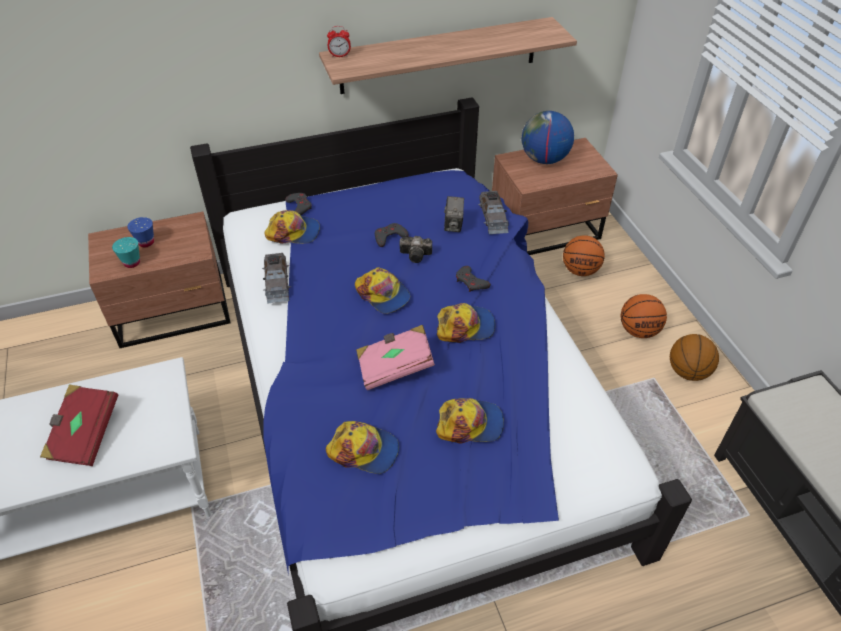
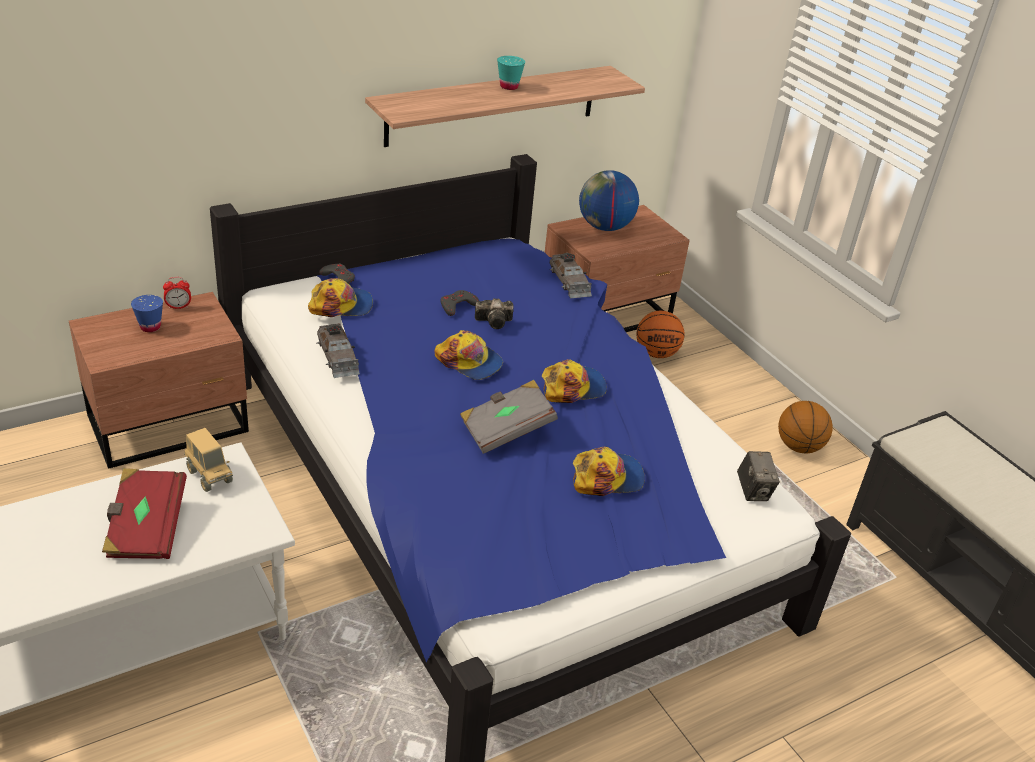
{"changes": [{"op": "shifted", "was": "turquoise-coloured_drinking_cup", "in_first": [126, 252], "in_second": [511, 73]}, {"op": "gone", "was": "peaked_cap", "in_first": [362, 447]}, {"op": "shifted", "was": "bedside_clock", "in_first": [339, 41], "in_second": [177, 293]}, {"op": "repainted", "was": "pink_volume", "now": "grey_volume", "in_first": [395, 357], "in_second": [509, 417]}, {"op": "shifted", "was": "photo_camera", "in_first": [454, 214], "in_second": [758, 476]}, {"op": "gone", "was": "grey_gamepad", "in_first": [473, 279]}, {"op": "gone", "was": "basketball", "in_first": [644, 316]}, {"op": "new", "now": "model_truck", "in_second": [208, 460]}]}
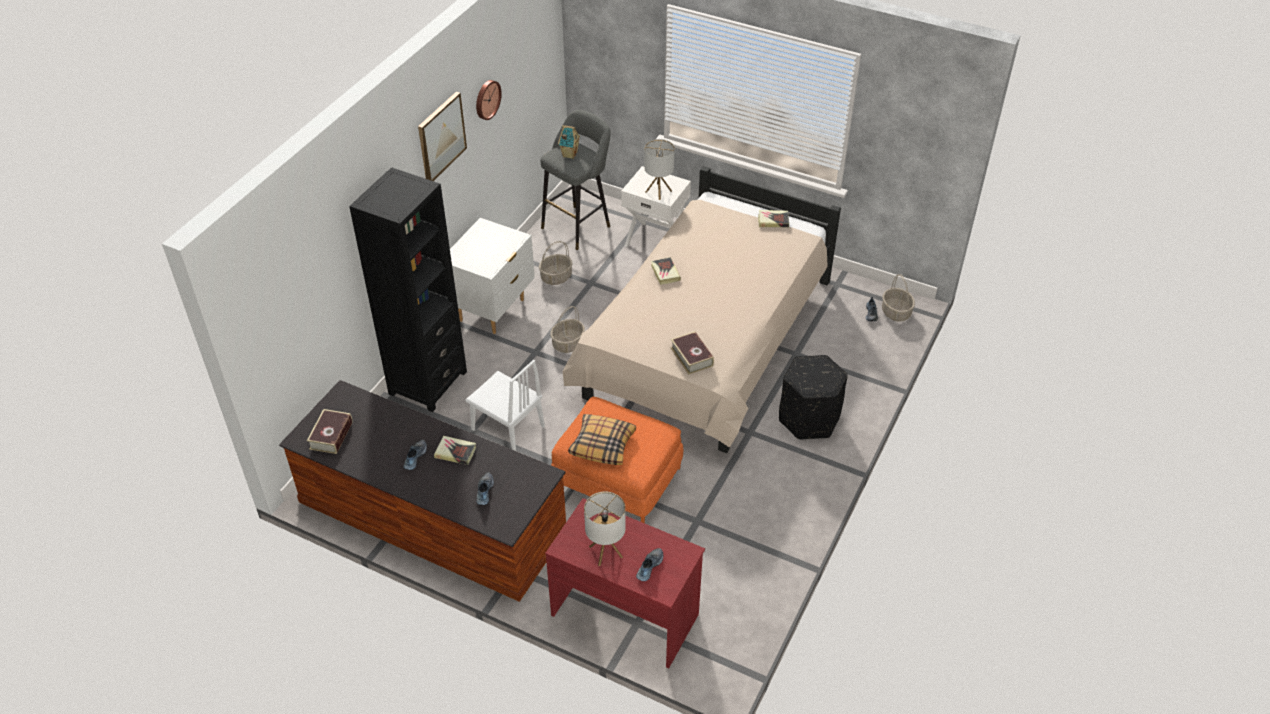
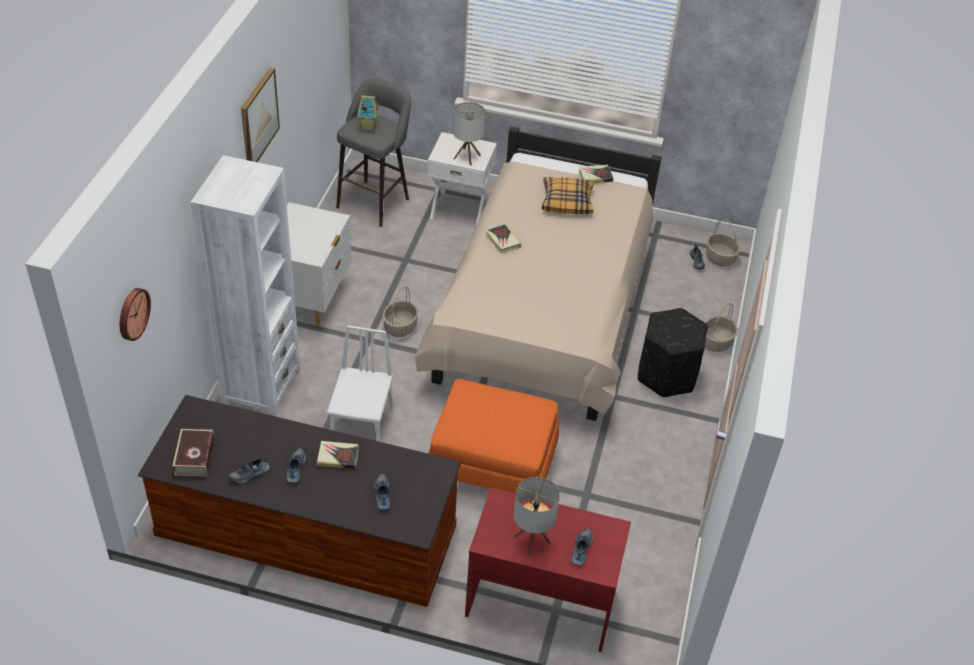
{"changes": [{"op": "repainted", "was": "black-coloured_shelving_unit", "now": "whitish_shelving_unit", "in_first": [408, 289], "in_second": [245, 286]}, {"op": "rotated", "was": "whitish_upright_chair", "in_first": [505, 405], "in_second": [359, 383], "clockwise": -105}, {"op": "shifted", "was": "hanging_clock", "in_first": [489, 100], "in_second": [135, 314]}, {"op": "shifted", "was": "storage_basket", "in_first": [556, 263], "in_second": [721, 327]}, {"op": "shifted", "was": "cushion", "in_first": [602, 439], "in_second": [568, 195]}, {"op": "gone", "was": "volume", "in_first": [692, 352]}, {"op": "new", "now": "shoe", "in_second": [249, 471]}]}
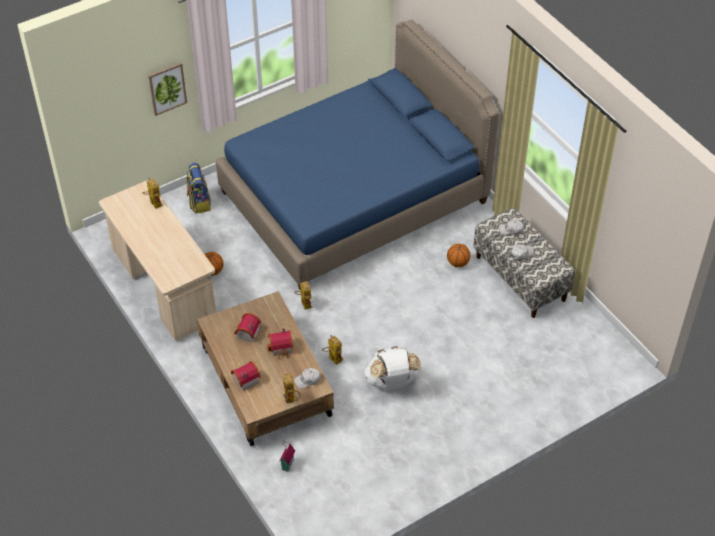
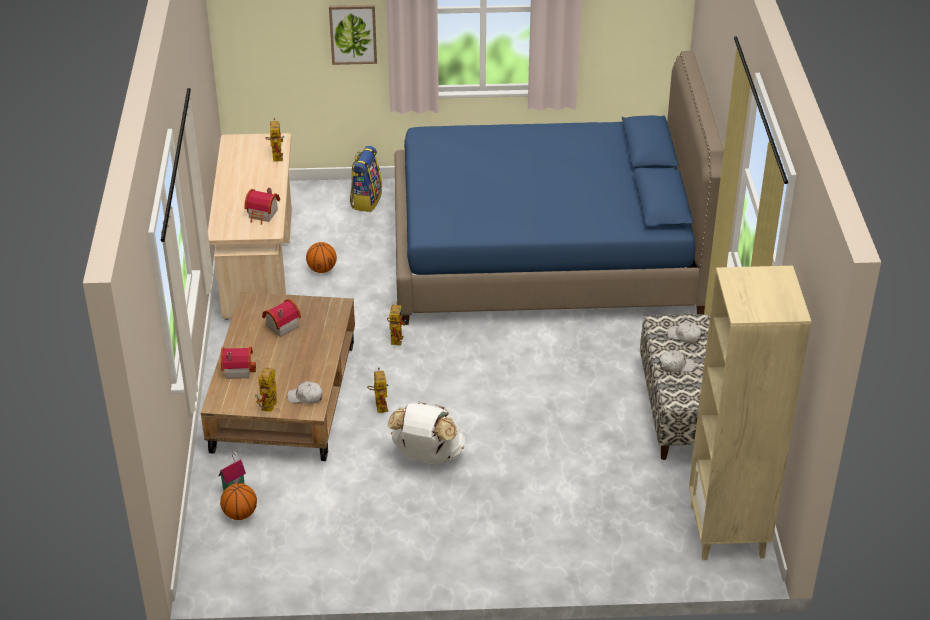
{"changes": [{"op": "shifted", "was": "model_house", "in_first": [280, 343], "in_second": [262, 206]}, {"op": "shifted", "was": "basketball", "in_first": [459, 255], "in_second": [238, 501]}, {"op": "new", "now": "sand-coloured_shelving_unit", "in_second": [750, 413]}]}
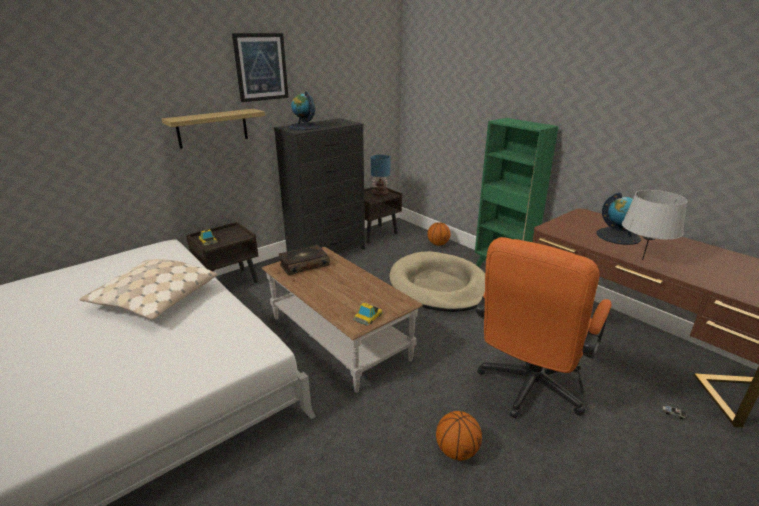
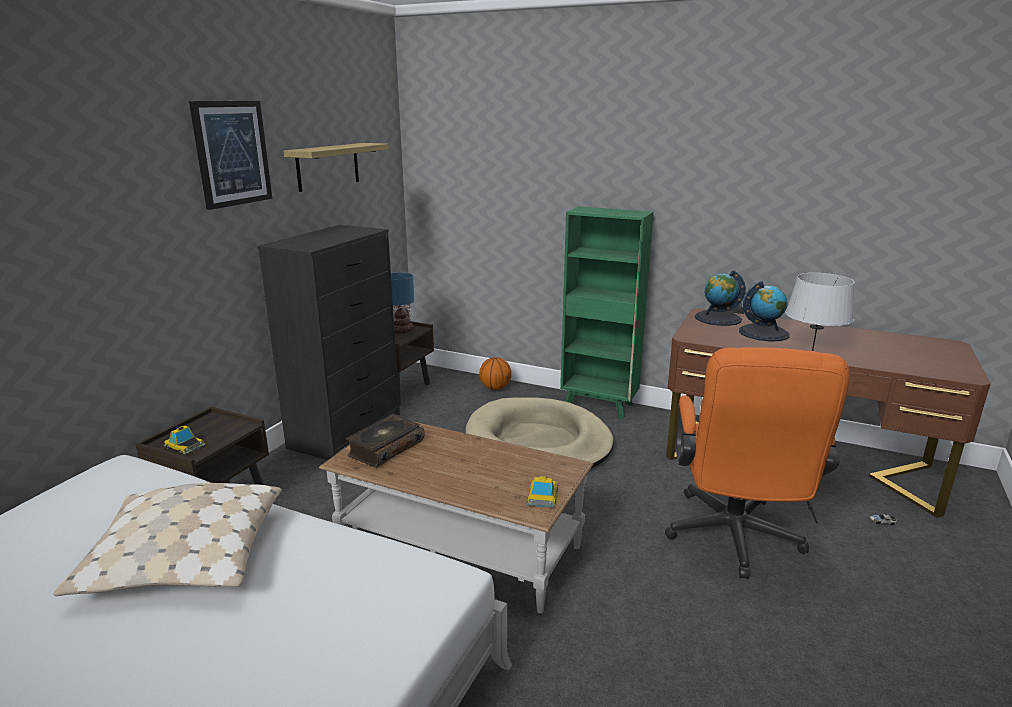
{"changes": [{"op": "shifted", "was": "bracket_shelf", "in_first": [213, 129], "in_second": [336, 167]}, {"op": "shifted", "was": "world_globe", "in_first": [304, 110], "in_second": [720, 298]}, {"op": "gone", "was": "basketball", "in_first": [459, 435]}]}
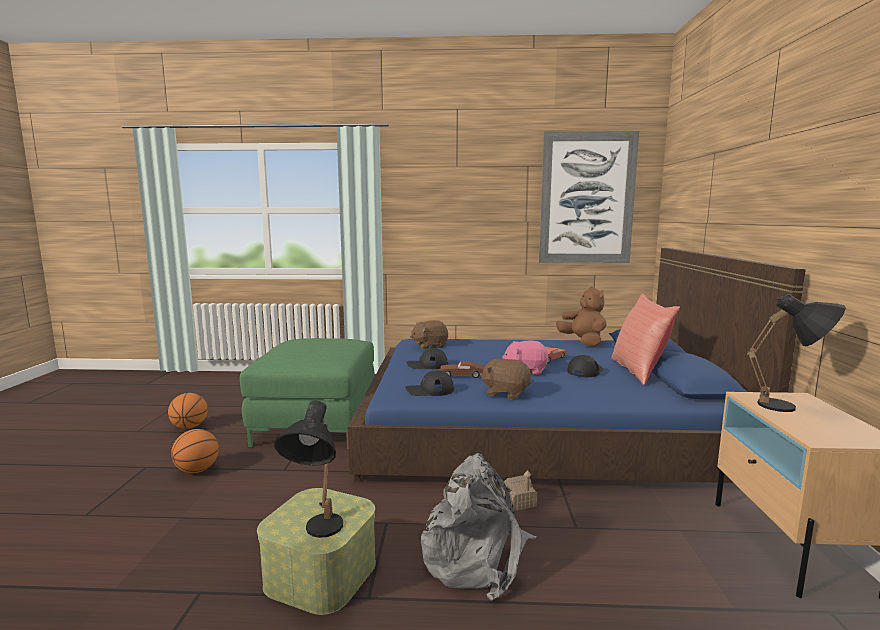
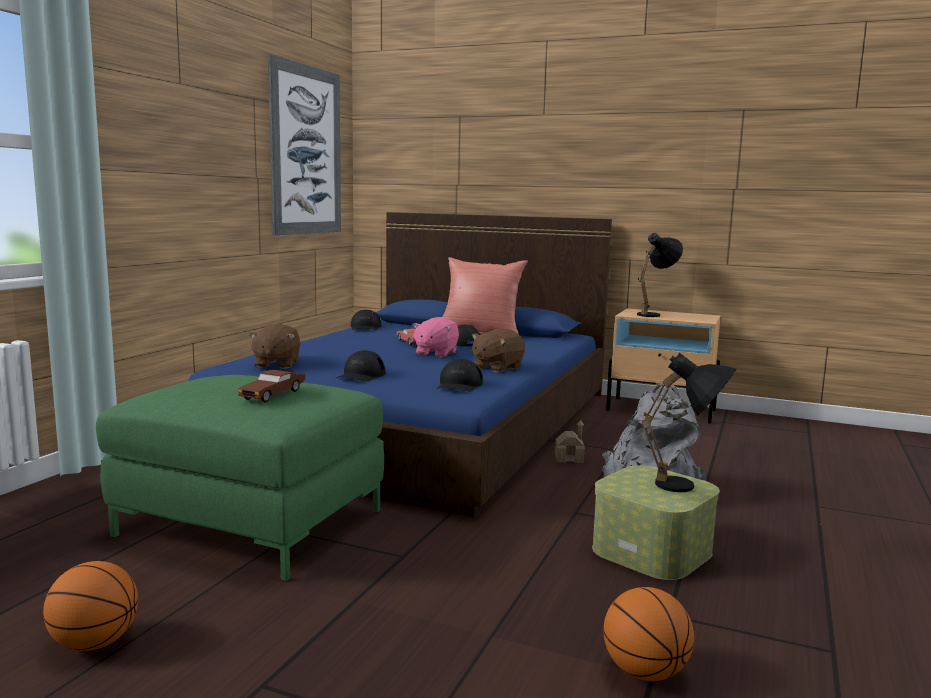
{"changes": [{"op": "shifted", "was": "basketball", "in_first": [195, 451], "in_second": [649, 634]}, {"op": "shifted", "was": "brown-coloured_miniature_car", "in_first": [462, 369], "in_second": [272, 386]}, {"op": "swapped", "was": "brown-coloured_cuddly_toy", "now": "black-coloured_peaked_cap", "in_first": [581, 316], "in_second": [366, 319]}]}
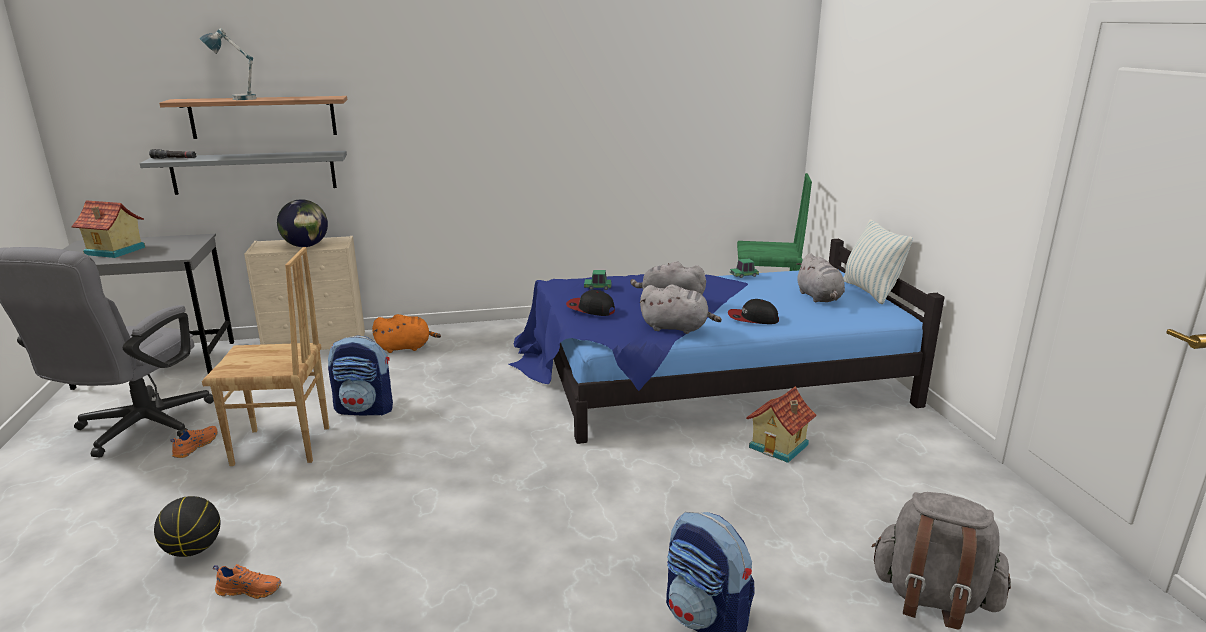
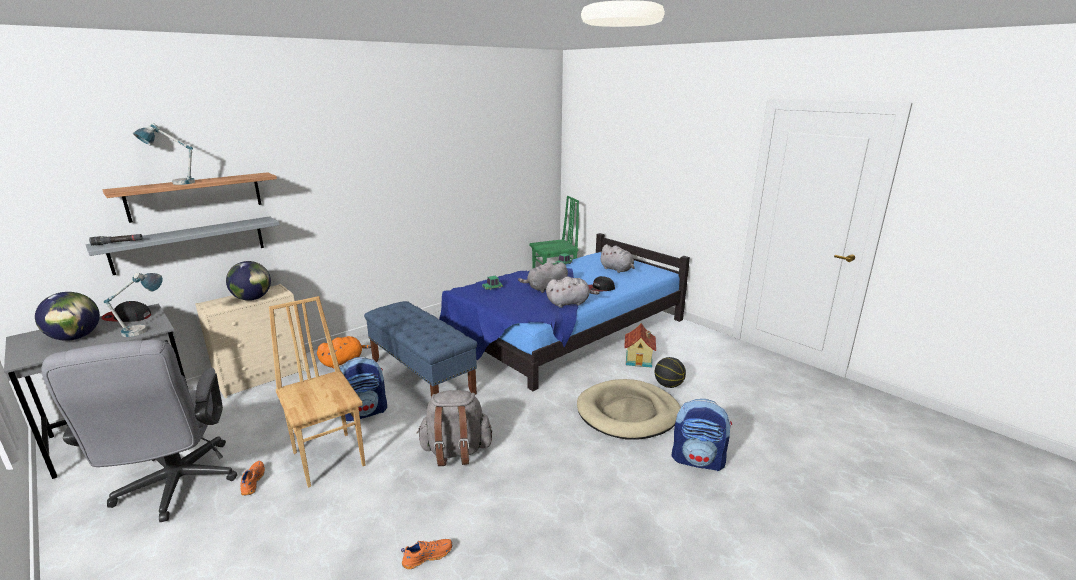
{"changes": [{"op": "swapped", "was": "model_house", "now": "world_globe", "in_first": [108, 229], "in_second": [67, 316]}, {"op": "shifted", "was": "basketball", "in_first": [187, 526], "in_second": [670, 372]}, {"op": "rotated", "was": "brown-coloured_upright_chair", "in_first": [265, 356], "in_second": [317, 392], "clockwise": -90}, {"op": "shifted", "was": "peaked_cap", "in_first": [590, 303], "in_second": [126, 311]}, {"op": "gone", "was": "cushion", "in_first": [878, 261]}, {"op": "shifted", "was": "grey_rucksack", "in_first": [941, 561], "in_second": [454, 428]}, {"op": "new", "now": "lamp_for_a_table", "in_second": [133, 304]}, {"op": "new", "now": "blue_indoor_bench", "in_second": [420, 349]}, {"op": "new", "now": "sand-coloured_dog_cushion", "in_second": [629, 409]}]}
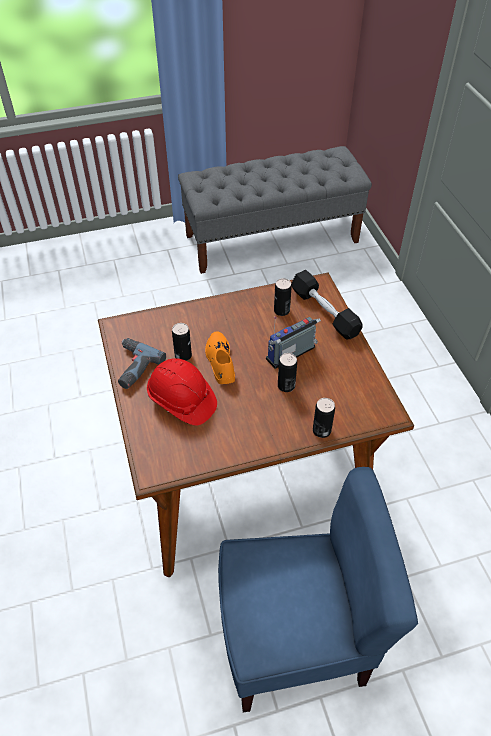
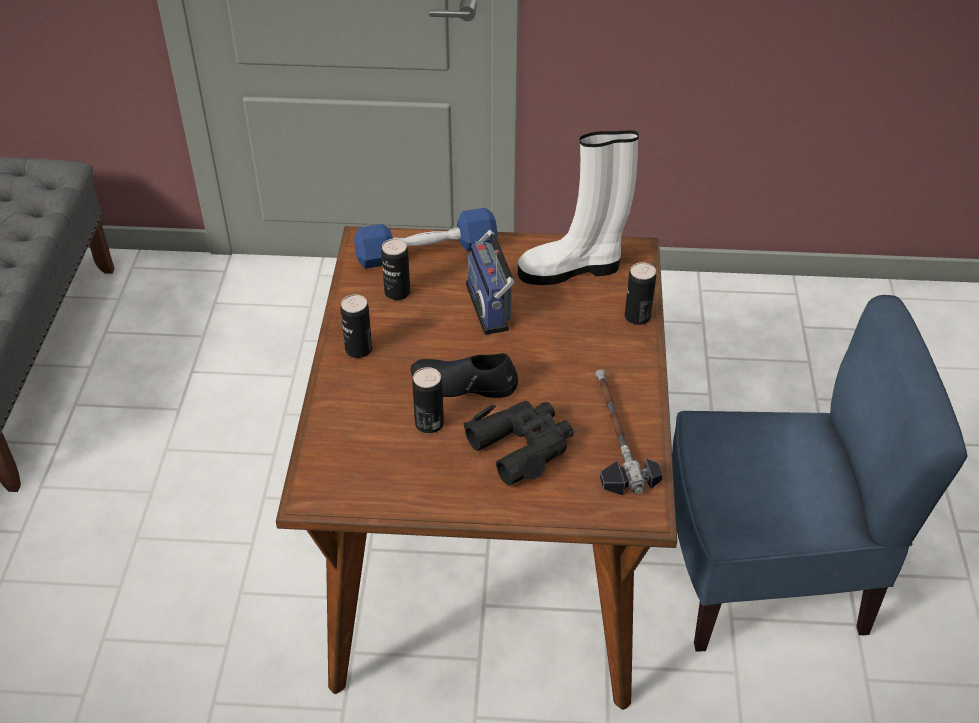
{"changes": [{"op": "gone", "was": "electric_drill", "in_first": [142, 363]}, {"op": "swapped", "was": "red_hard_hat", "now": "black-coloured_binoculars", "in_first": [182, 392], "in_second": [519, 443]}, {"op": "repainted", "was": "orange-coloured_shoe", "now": "black-coloured_shoe", "in_first": [220, 357], "in_second": [464, 375]}, {"op": "rotated", "was": "blue_upright_chair", "in_first": [318, 589], "in_second": [820, 473], "clockwise": 75}, {"op": "shifted", "was": "sealed_can", "in_first": [287, 372], "in_second": [356, 326]}, {"op": "repainted", "was": "black-coloured_free_weight", "now": "blue_free_weight", "in_first": [326, 305], "in_second": [426, 238]}, {"op": "new", "now": "whitish_tall_boot", "in_second": [578, 207]}, {"op": "new", "now": "hammer", "in_second": [629, 432]}]}
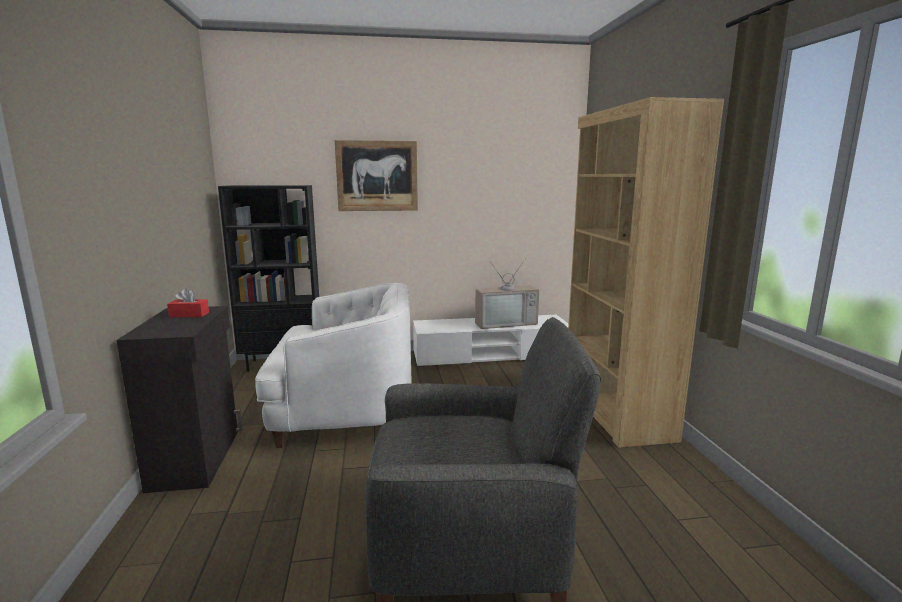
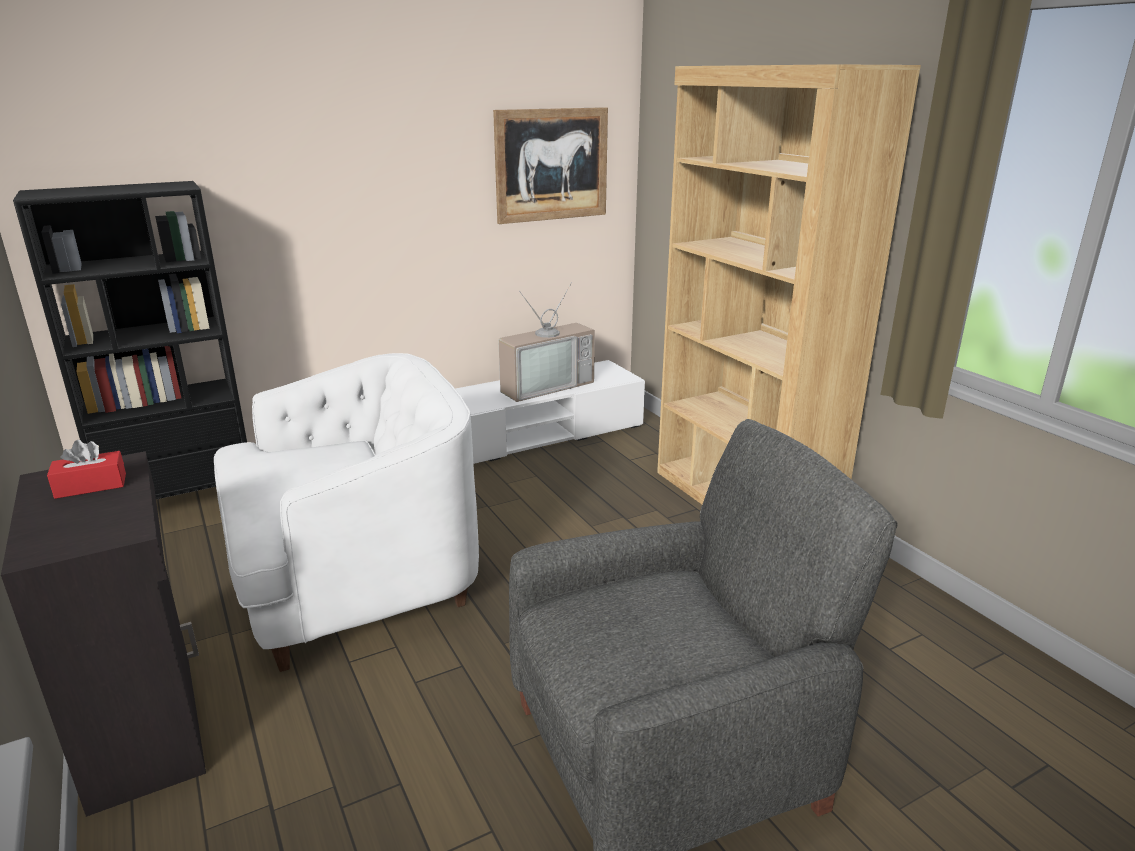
{"changes": [{"op": "shifted", "was": "picture", "in_first": [376, 175], "in_second": [550, 165]}]}
